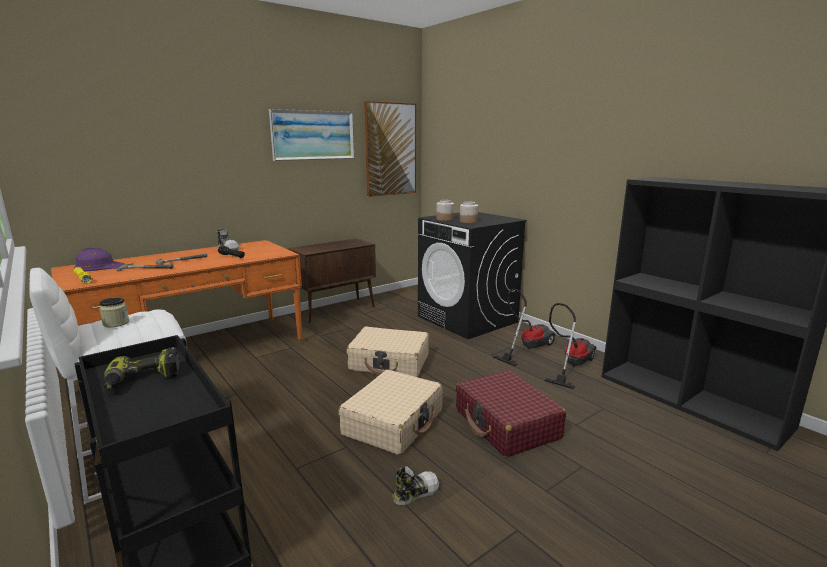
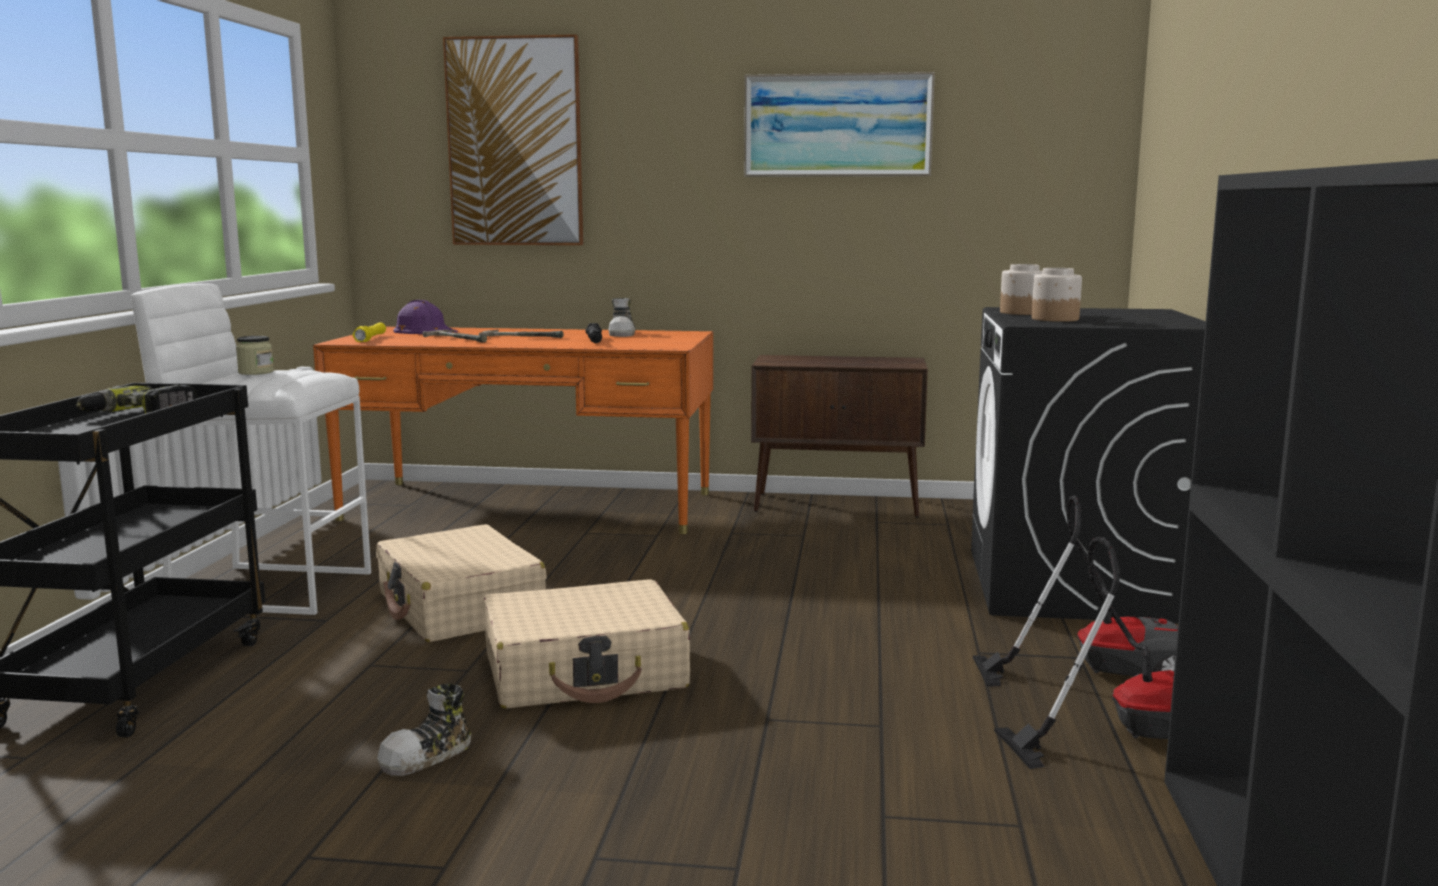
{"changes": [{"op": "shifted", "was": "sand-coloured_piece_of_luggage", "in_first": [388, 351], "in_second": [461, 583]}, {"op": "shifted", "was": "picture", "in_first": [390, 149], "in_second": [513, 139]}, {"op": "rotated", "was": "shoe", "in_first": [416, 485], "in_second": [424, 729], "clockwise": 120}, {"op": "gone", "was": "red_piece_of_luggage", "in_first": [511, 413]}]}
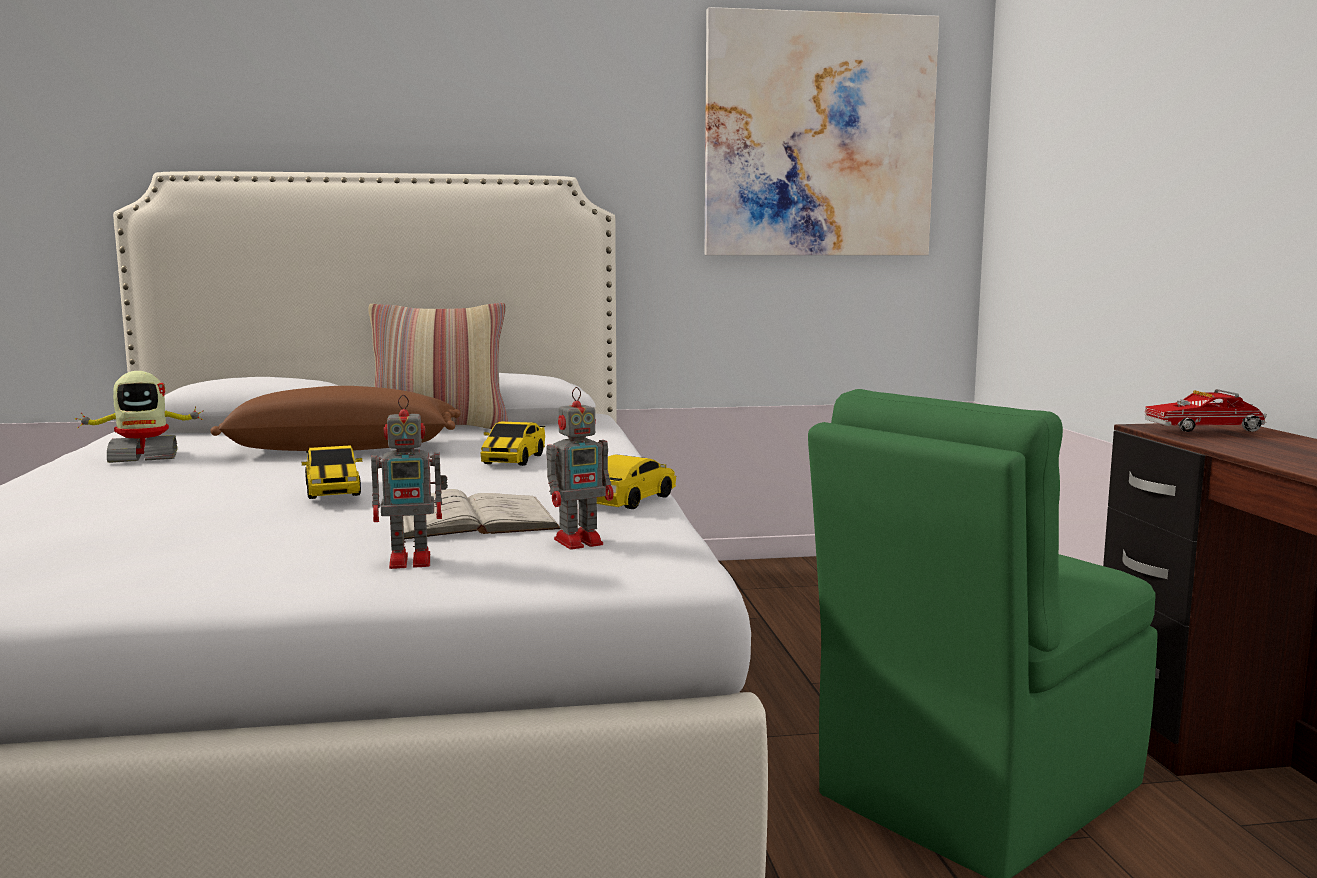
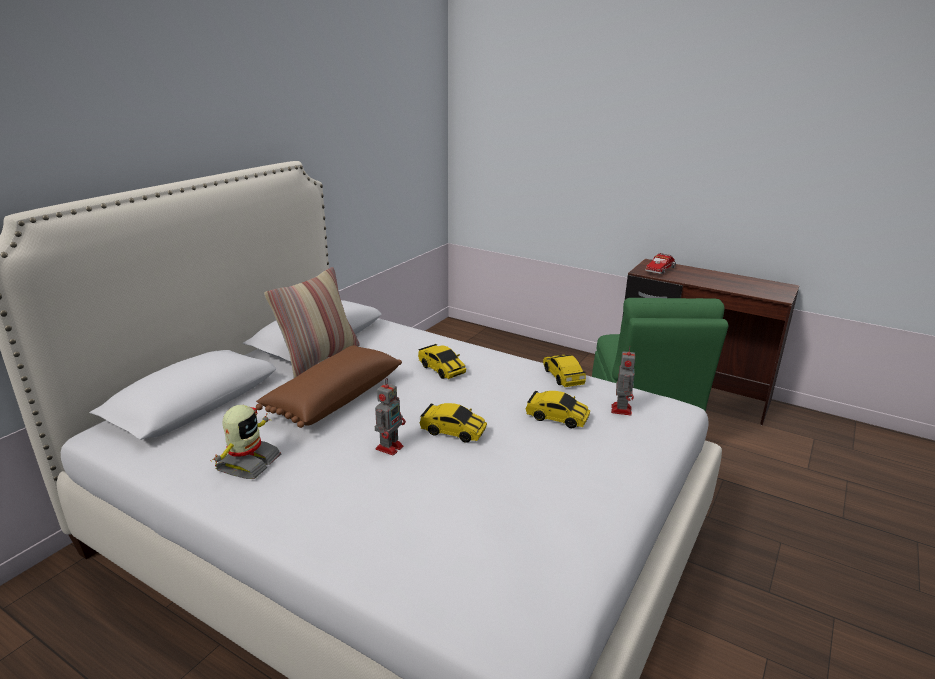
{"changes": [{"op": "shifted", "was": "robot_figure", "in_first": [409, 481], "in_second": [390, 416]}, {"op": "swapped", "was": "whitish_volume", "now": "miniature_car", "in_first": [481, 514], "in_second": [557, 409]}, {"op": "gone", "was": "picture", "in_first": [822, 131]}]}
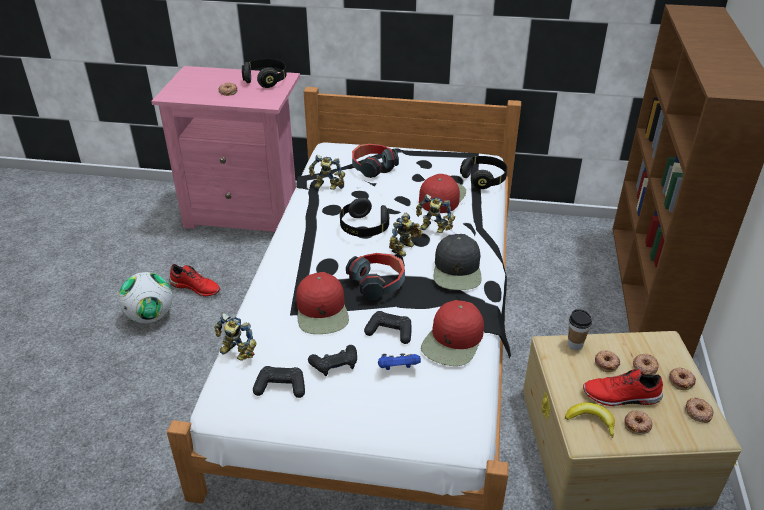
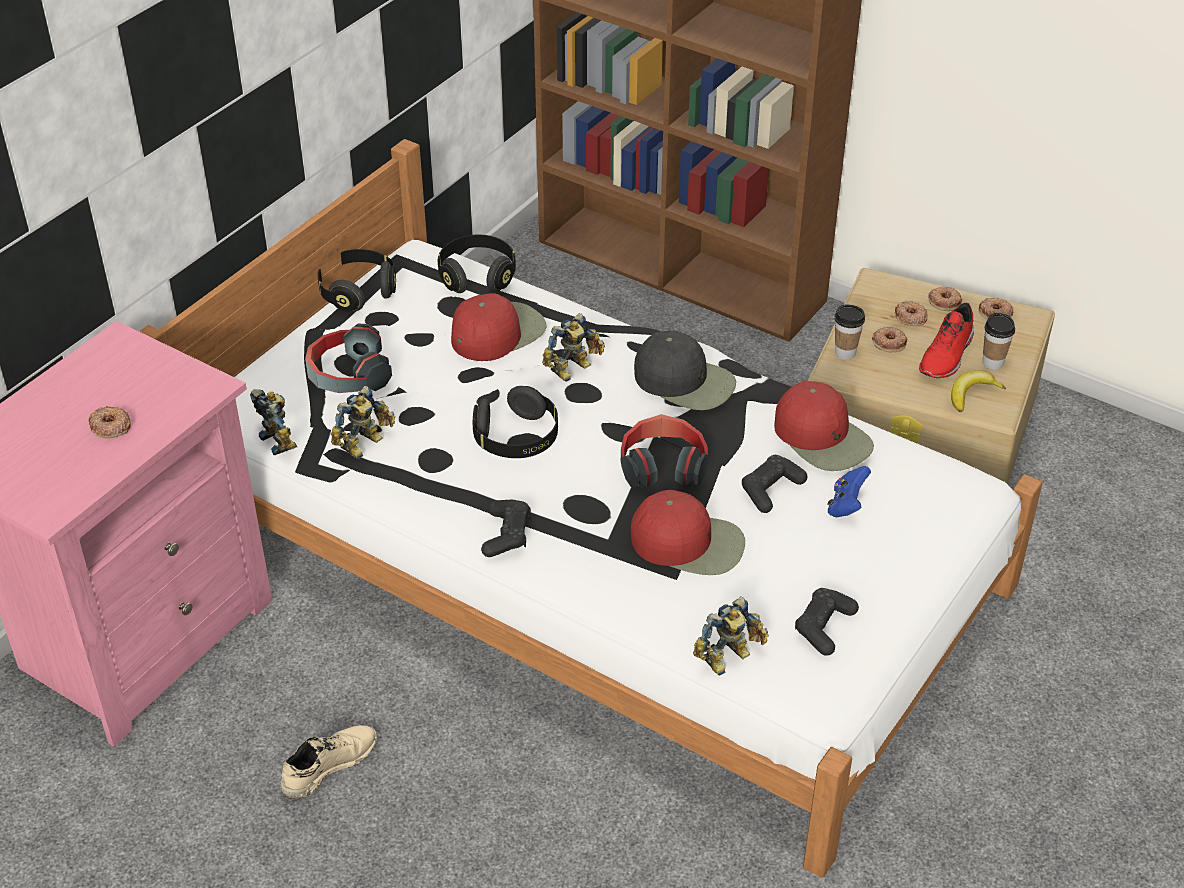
{"changes": [{"op": "gone", "was": "football_ball", "in_first": [145, 297]}, {"op": "repainted", "was": "red_shoe", "now": "sand-coloured_shoe", "in_first": [194, 280], "in_second": [328, 762]}, {"op": "shifted", "was": "black-coloured_headphones", "in_first": [264, 73], "in_second": [357, 280]}, {"op": "shifted", "was": "black-coloured_gamepad", "in_first": [332, 360], "in_second": [506, 528]}, {"op": "shifted", "was": "robot_figure", "in_first": [405, 235], "in_second": [273, 422]}, {"op": "rotated", "was": "red_peaked_cap", "in_first": [442, 193], "in_second": [499, 327], "clockwise": 90}, {"op": "swapped", "was": "donut", "now": "drinking_cup", "in_first": [638, 423], "in_second": [998, 341]}]}
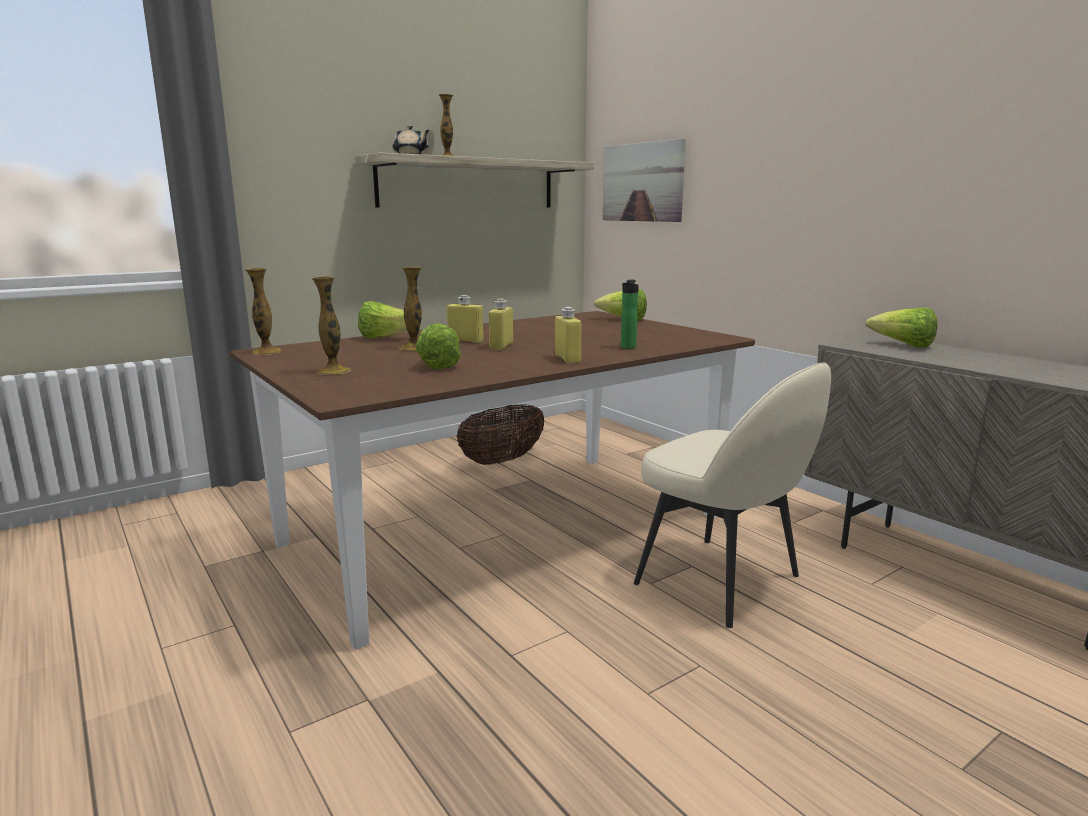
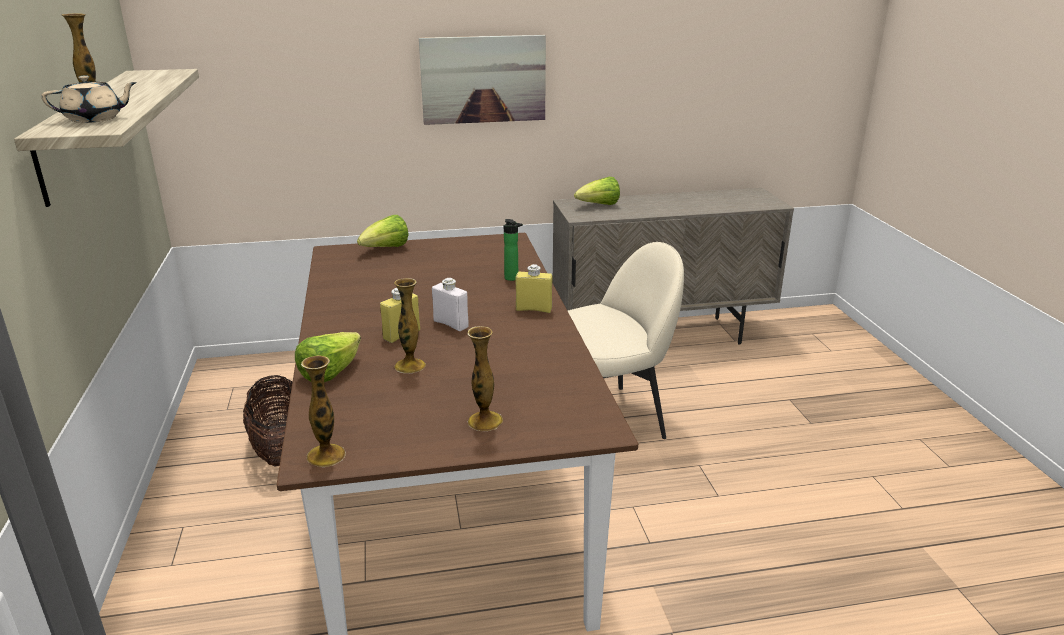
{"changes": [{"op": "gone", "was": "lettuce_head", "in_first": [438, 346]}, {"op": "repainted", "was": "yellow-coloured_beverage_bottle", "now": "whitish_beverage_bottle", "in_first": [501, 324], "in_second": [450, 304]}, {"op": "shifted", "was": "picture", "in_first": [644, 180], "in_second": [482, 80]}]}
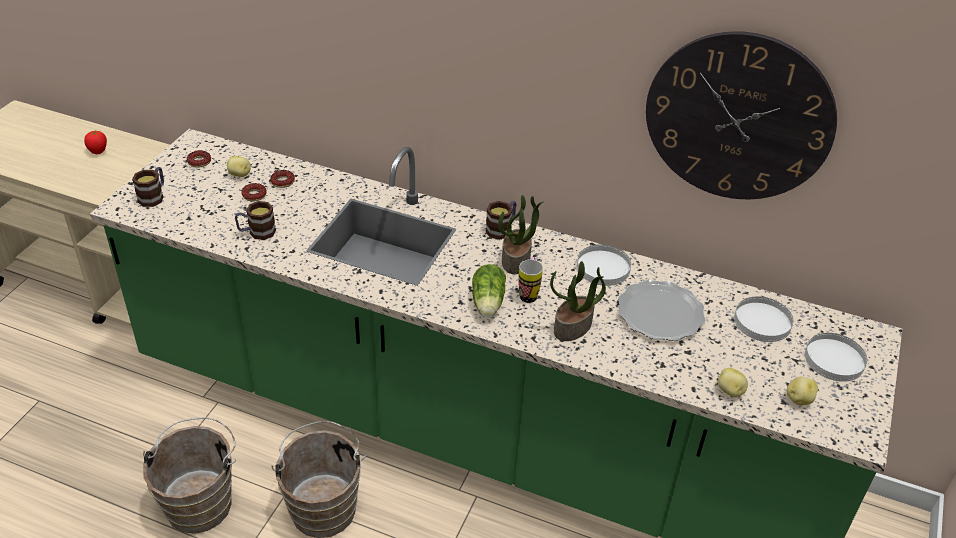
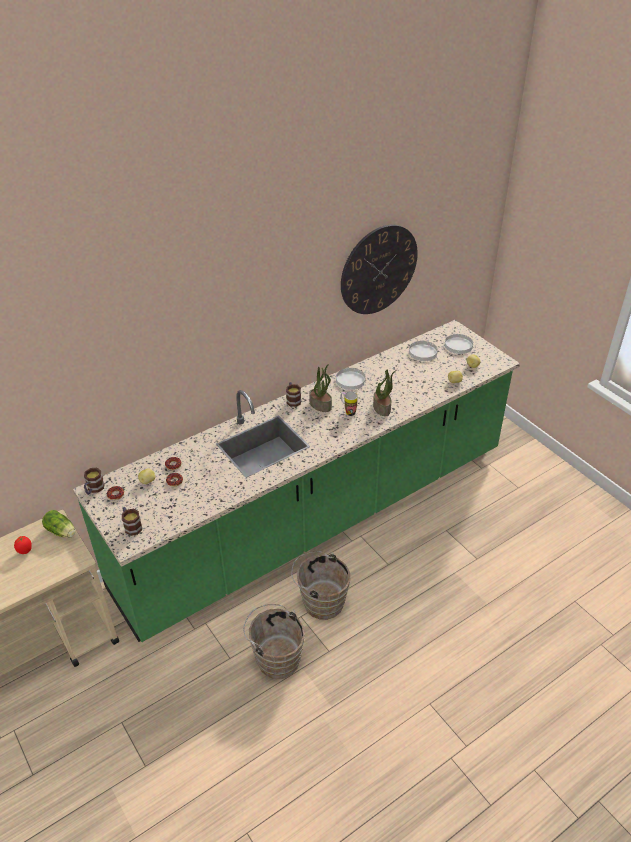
{"changes": [{"op": "shifted", "was": "tea_mug", "in_first": [255, 220], "in_second": [94, 481]}, {"op": "shifted", "was": "lettuce_head", "in_first": [489, 290], "in_second": [58, 524]}, {"op": "gone", "was": "flat_dish", "in_first": [661, 310]}]}
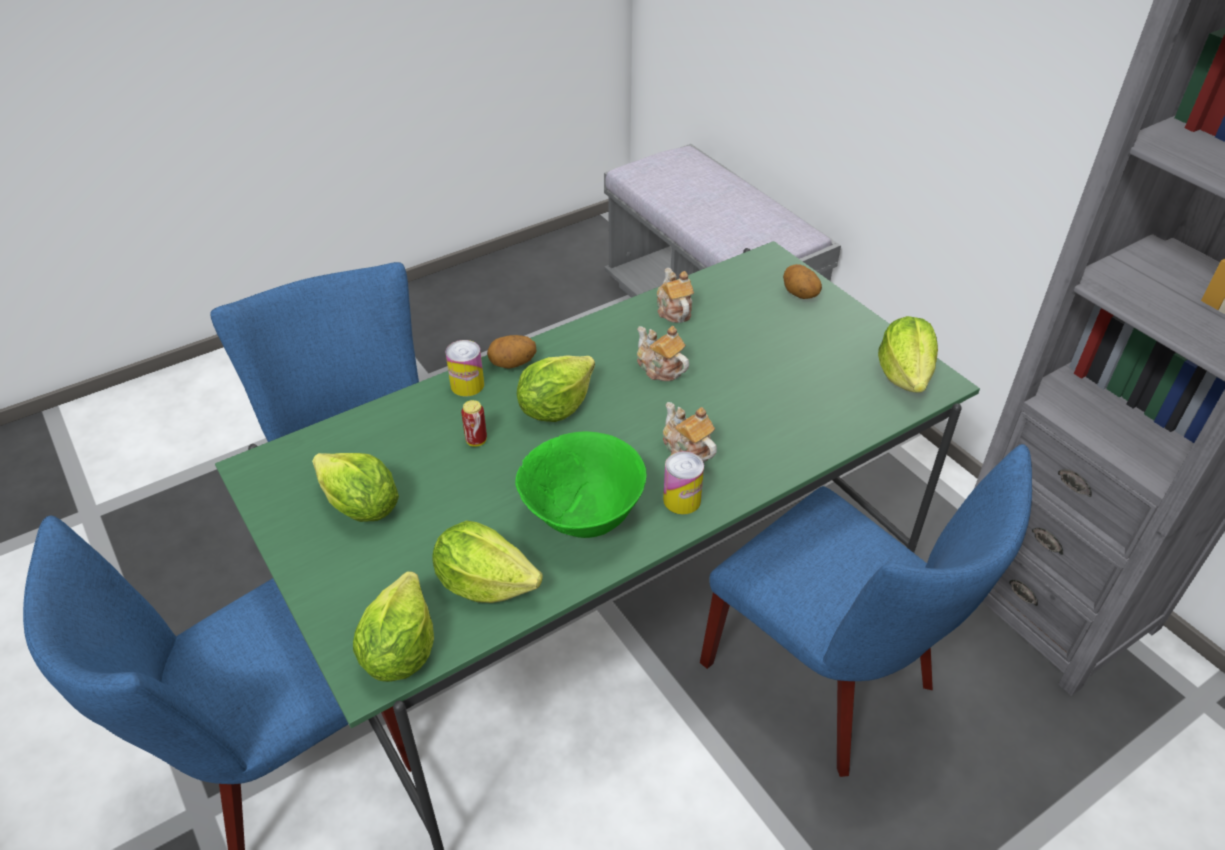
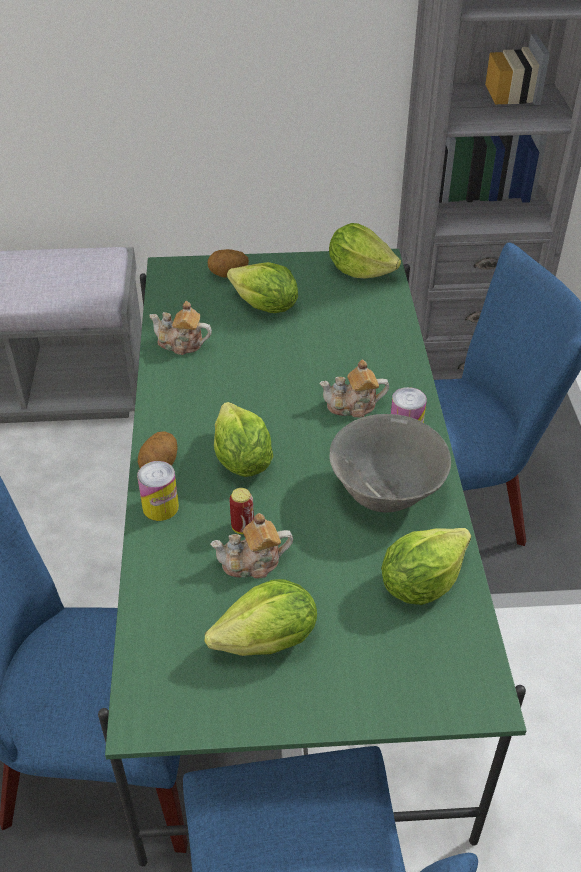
{"changes": [{"op": "shifted", "was": "lettuce_head", "in_first": [393, 626], "in_second": [262, 287]}, {"op": "repainted", "was": "greenish_deep_dish", "now": "grey_deep_dish", "in_first": [581, 484], "in_second": [390, 463]}, {"op": "shifted", "was": "tea_pot", "in_first": [663, 353], "in_second": [251, 545]}]}
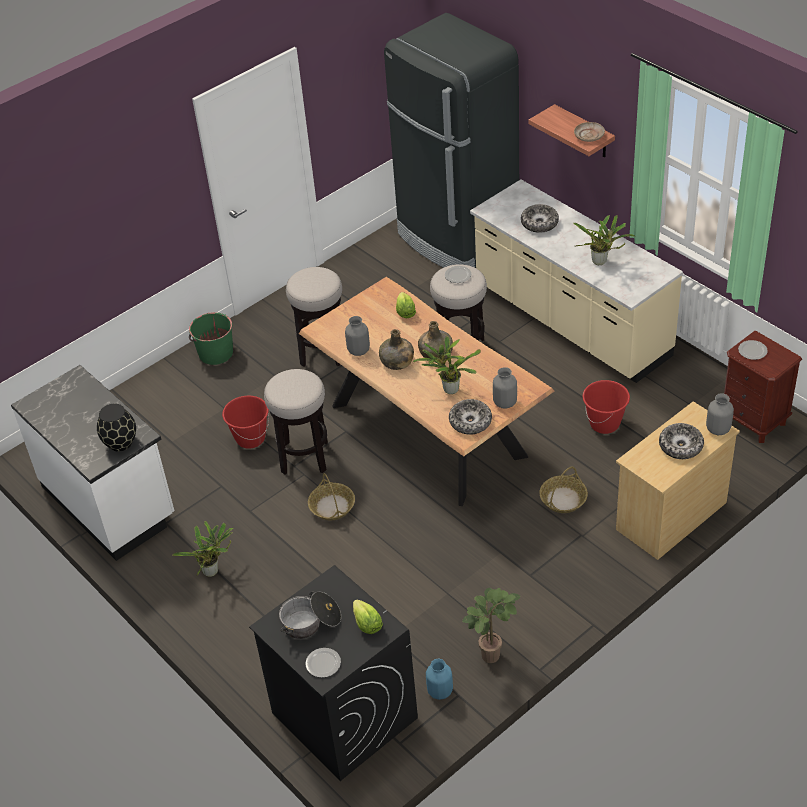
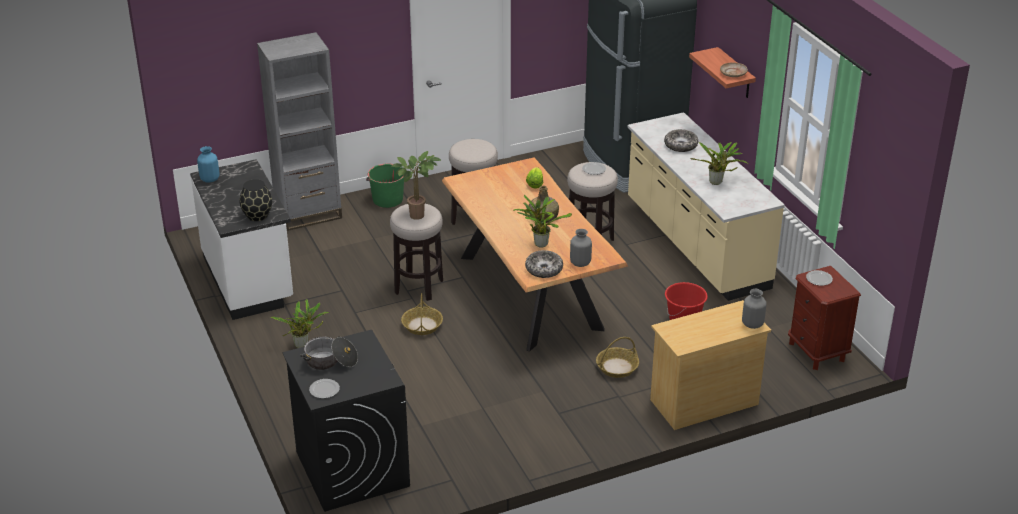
{"changes": [{"op": "gone", "was": "red_water_bucket", "in_first": [245, 422]}, {"op": "gone", "was": "grey_vase", "in_first": [357, 336]}, {"op": "gone", "was": "lettuce_head", "in_first": [368, 617]}, {"op": "gone", "was": "greenish_beverage_bottle", "in_first": [396, 349]}, {"op": "shifted", "was": "blue_vase", "in_first": [439, 679], "in_second": [208, 164]}, {"op": "shifted", "was": "potted_plant", "in_first": [491, 625], "in_second": [416, 185]}, {"op": "gone", "was": "deep_dish", "in_first": [681, 441]}, {"op": "new", "now": "grey_shelving_unit", "in_second": [299, 131]}]}
